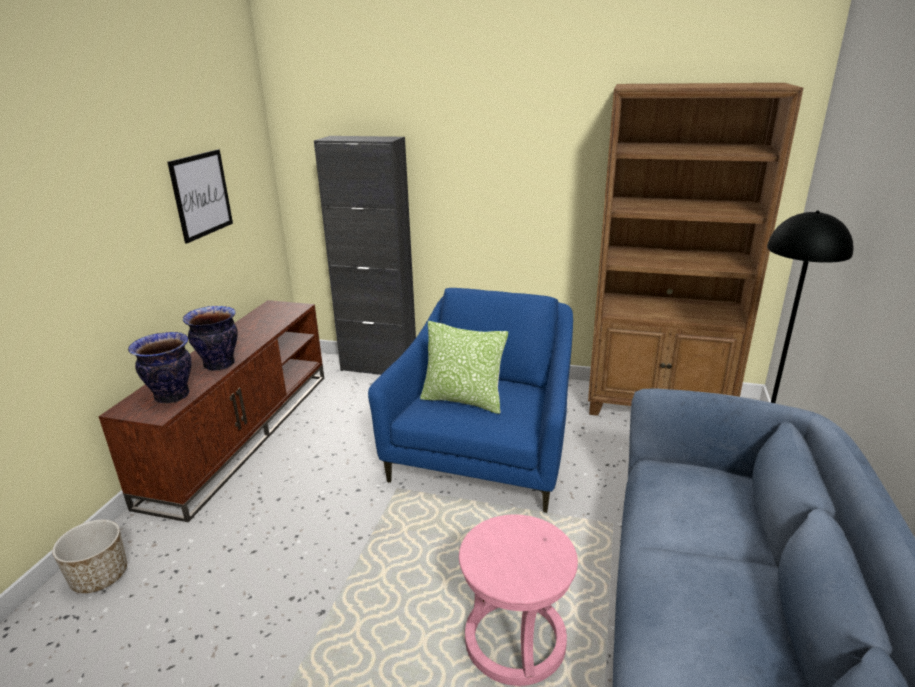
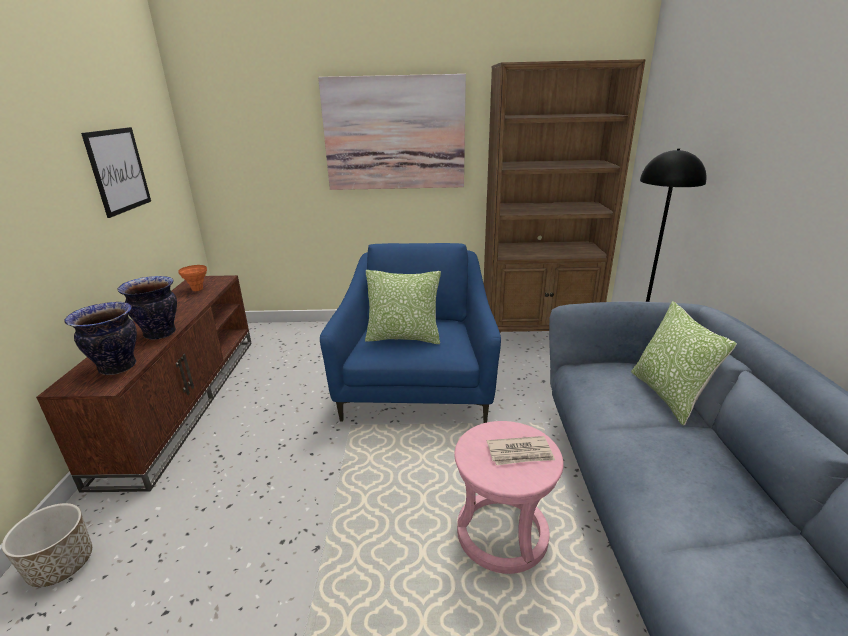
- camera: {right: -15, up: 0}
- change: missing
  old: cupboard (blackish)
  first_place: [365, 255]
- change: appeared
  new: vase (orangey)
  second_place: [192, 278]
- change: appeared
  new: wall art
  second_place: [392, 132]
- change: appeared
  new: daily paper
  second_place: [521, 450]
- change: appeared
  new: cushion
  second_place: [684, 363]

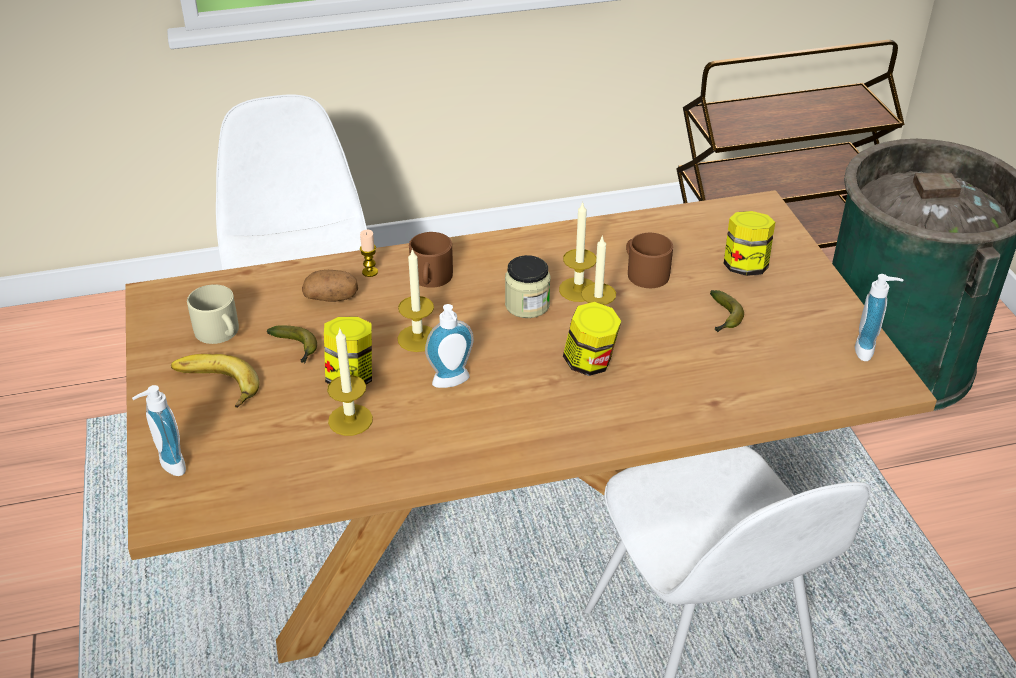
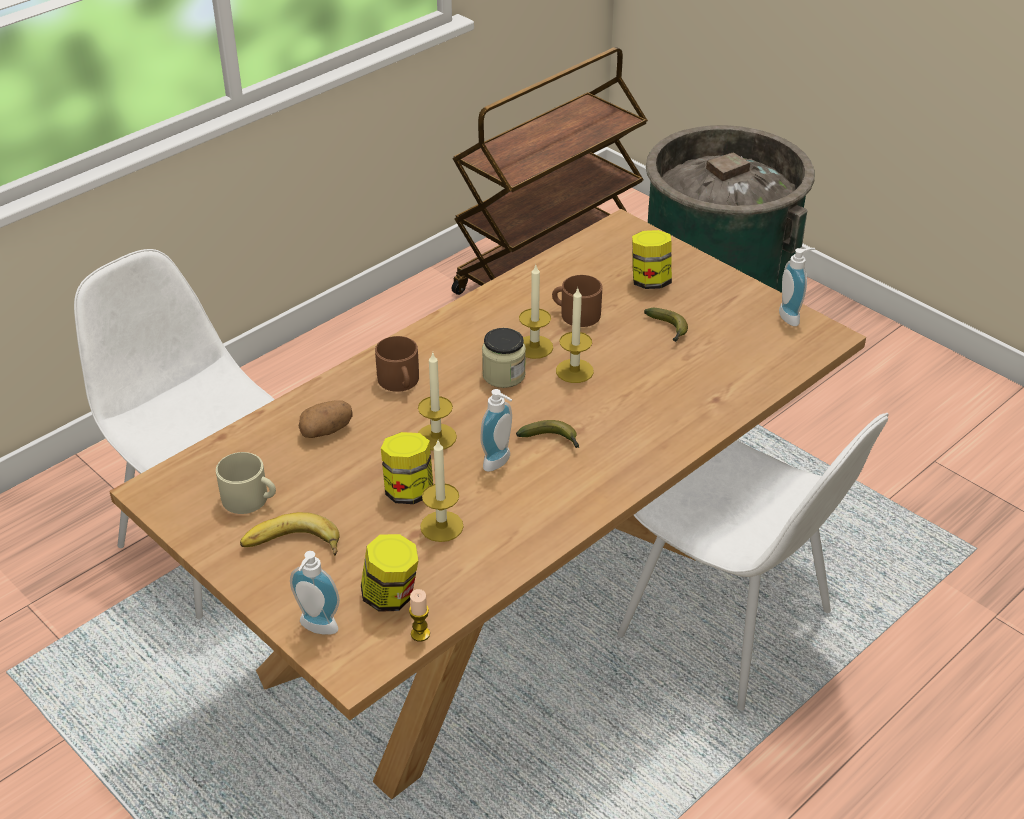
- camera: {right: -30, up: 0}
- change: relocated
  old: banana fruit
  first_place: [292, 344]
  second_place: [547, 434]
- change: relocated
  old: wax light
  first_place: [369, 253]
  second_place: [419, 615]
- change: relocated
  old: jar
  first_place: [592, 339]
  second_place: [390, 573]

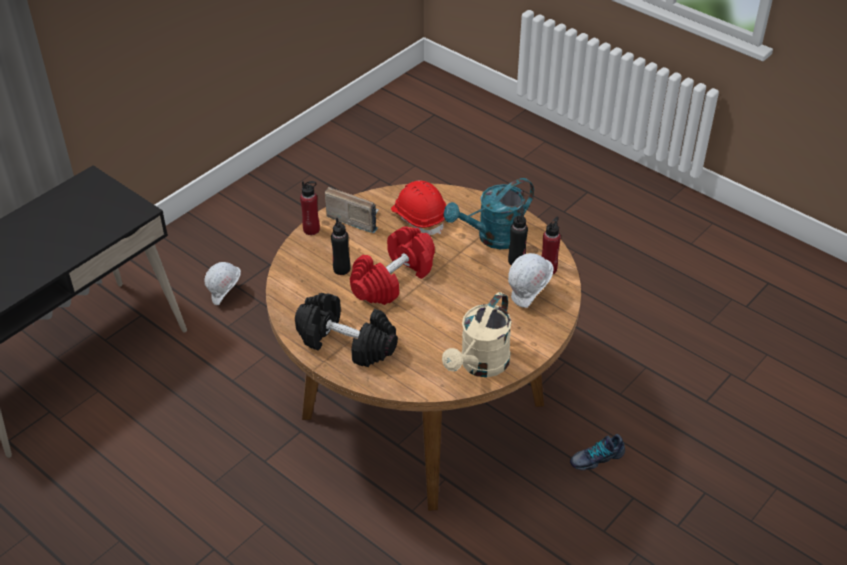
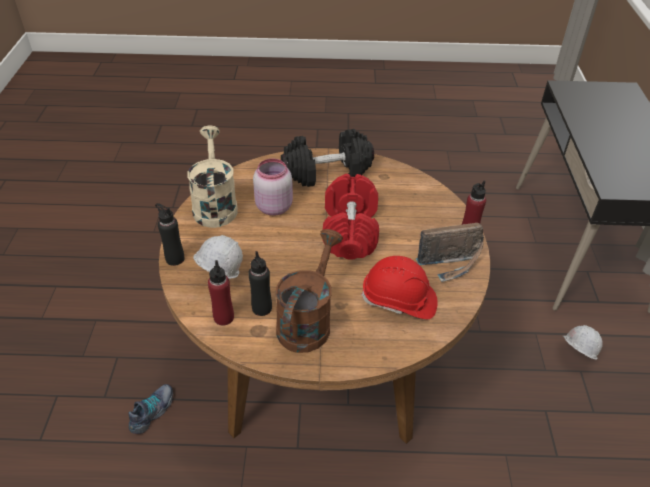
- camera: {right: 140, up: 0}
- change: relocated
  old: bottle (blackish)
  first_place: [340, 246]
  second_place: [169, 234]
- change: colour
  old: sprinkling can (blue-green)
  new: sprinkling can (brown)
  first_place: [489, 213]
  second_place: [309, 291]
- change: appeared
  new: jar (pinkish)
  second_place: [273, 187]

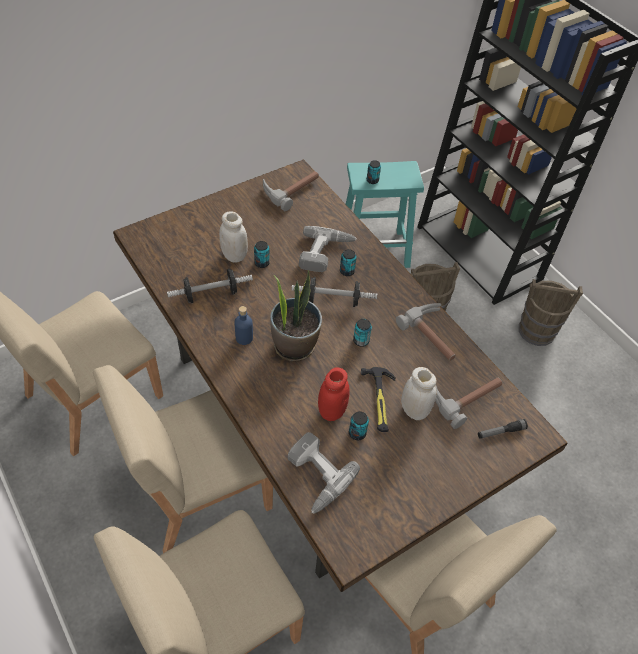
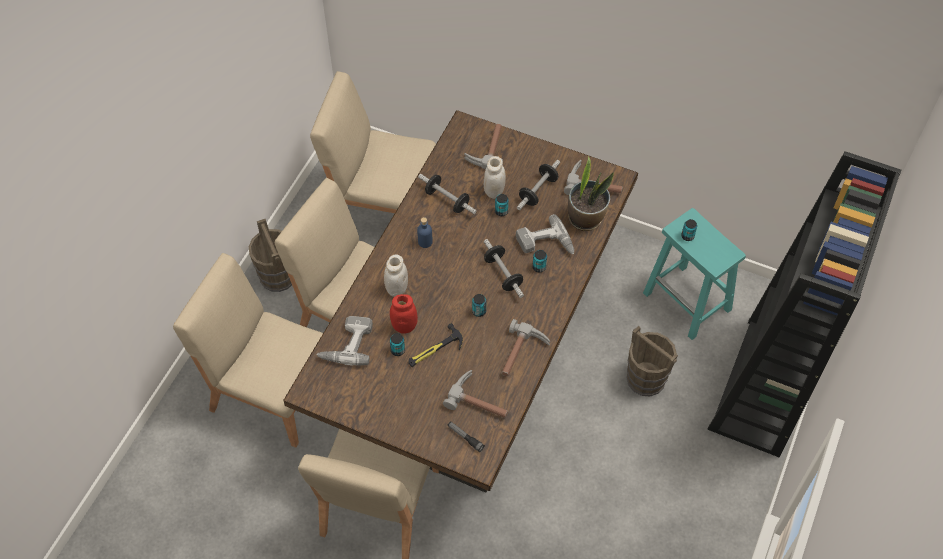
- camera: {right: 60, up: 5}
- change: relocated
  old: houseplant
  first_place: [296, 316]
  second_place: [591, 193]
- change: relocated
  old: jar (white-coloured)
  first_place: [419, 393]
  second_place: [396, 276]
- change: relocated
  old: bucket (brown)
  first_place: [551, 312]
  second_place: [270, 255]
- change: appeared
  new: hammer
  second_place: [483, 146]
- change: appeared
  new: hand weight
  second_place: [538, 185]

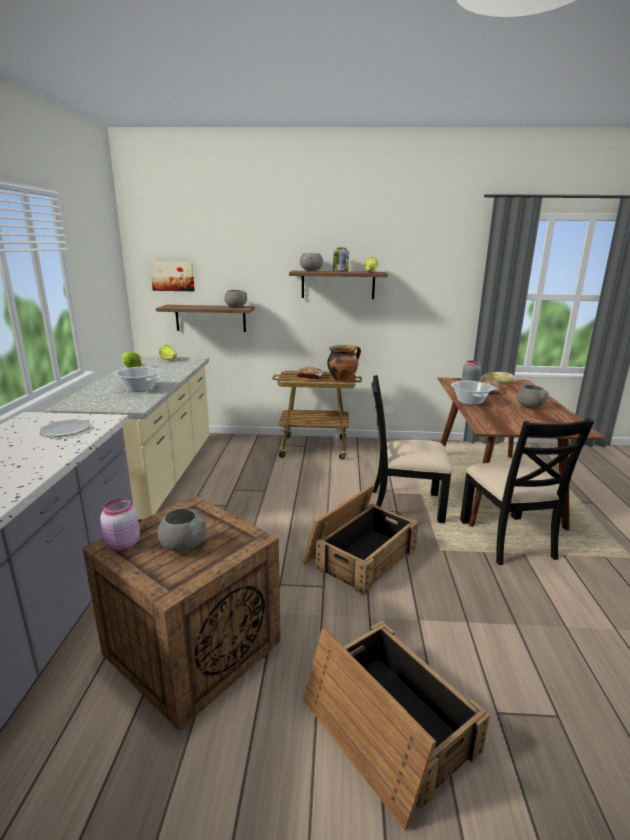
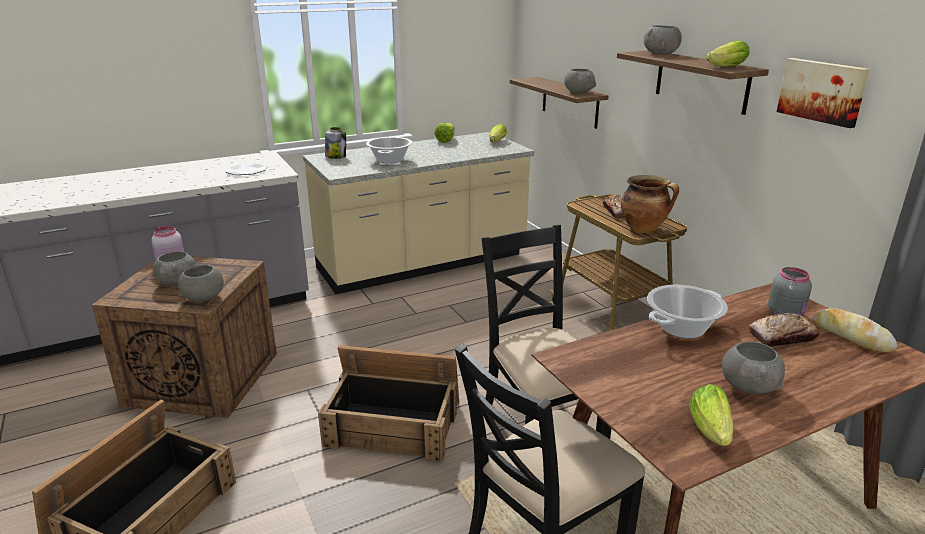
- camera: {right: 60, up: 5}
- change: relocated
  old: wall art
  first_place: [172, 276]
  second_place: [823, 93]
- change: relocated
  old: jar
  first_place: [341, 259]
  second_place: [335, 143]
- change: appeared
  new: deep dish (grey)
  second_place: [201, 283]
- change: appeared
  new: lettuce
  second_place: [711, 415]

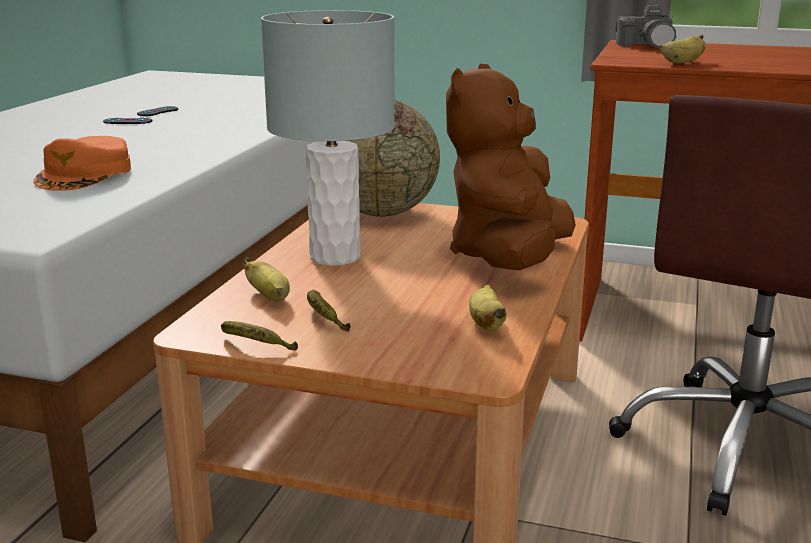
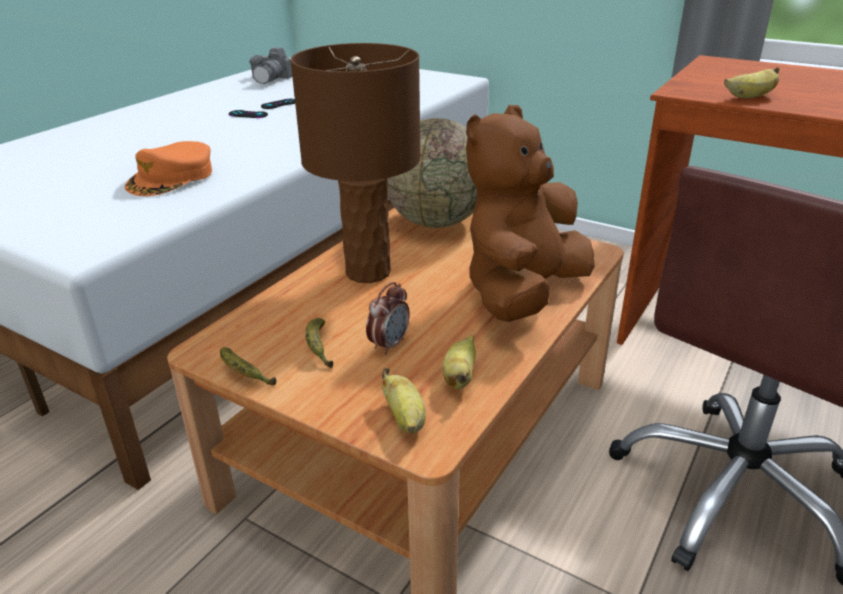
- camera: {right: 15, up: 10}
- change: relocated
  old: banana fruit
  first_place: [266, 279]
  second_place: [404, 401]
- change: colour
  old: lamp for a table (grey)
  new: lamp for a table (brown)
  first_place: [328, 138]
  second_place: [355, 163]
- change: relocated
  old: photo camera
  first_place: [645, 26]
  second_place: [271, 65]
- change: appeared
  new: alarm clock
  second_place: [388, 318]

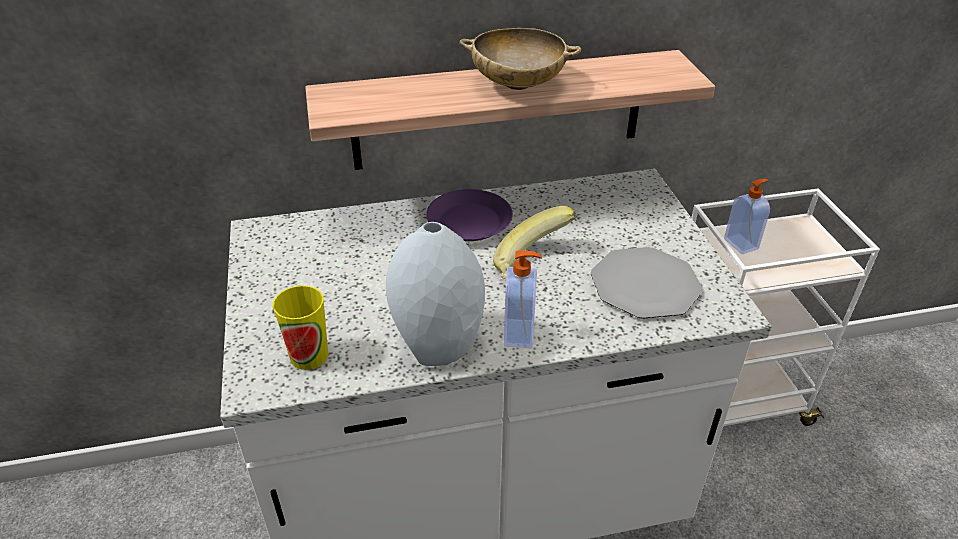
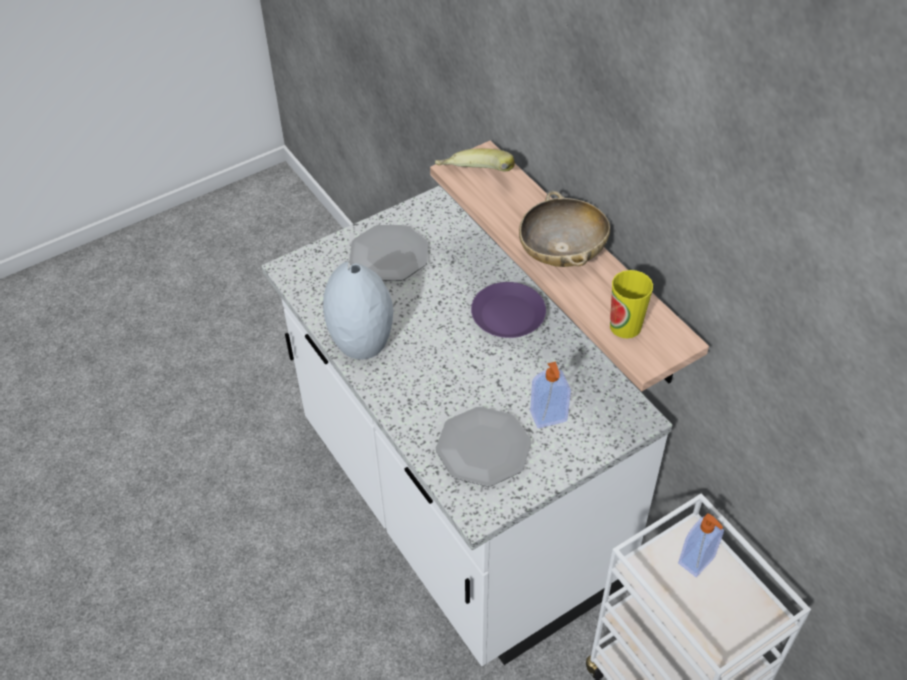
- camera: {right: 70, up: 10}
- change: relocated
  old: cup
  first_place: [300, 327]
  second_place: [631, 304]
- change: relocated
  old: banana fruit
  first_place: [534, 242]
  second_place: [475, 159]
- change: relocated
  old: soap bottle
  first_place: [523, 299]
  second_place: [550, 395]
- change: appeared
  new: flat dish
  second_place: [389, 253]

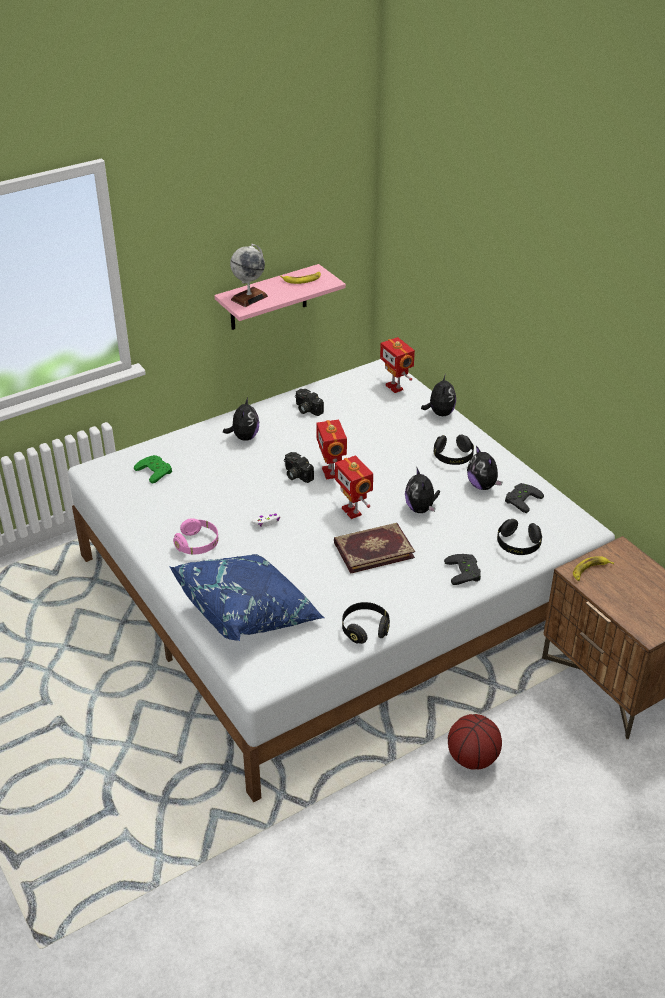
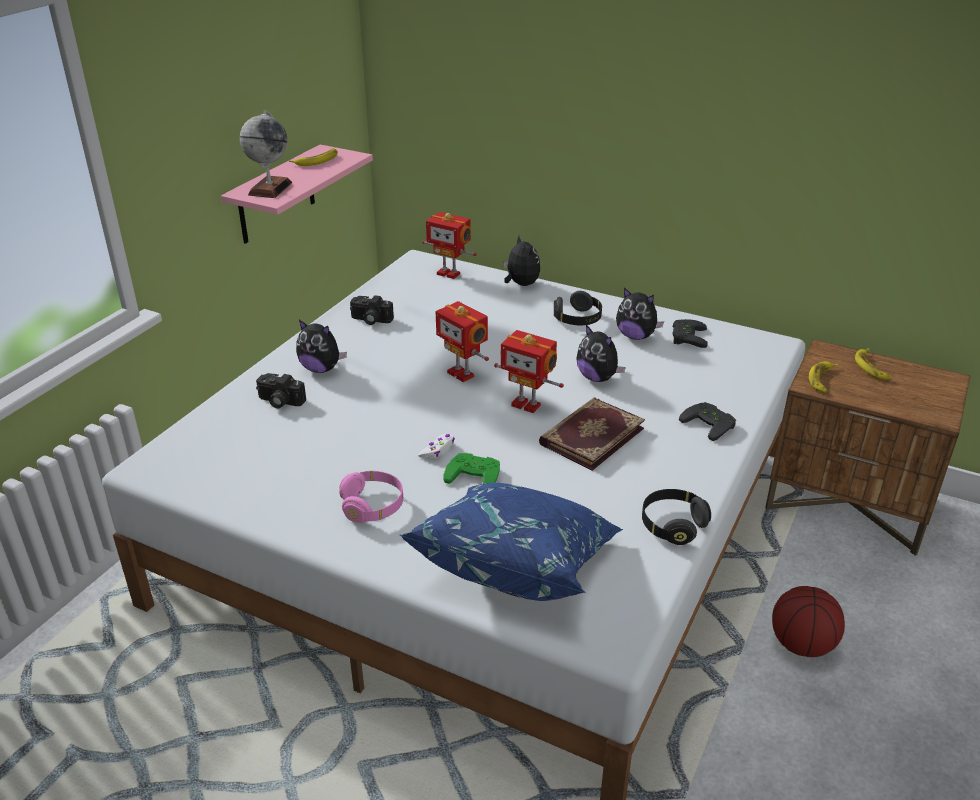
- camera: {right: -30, up: -5}
- change: relocated
  old: game controller (greenish)
  first_place: [153, 469]
  second_place: [472, 468]
- change: spun
  old: soft toy
  first_place: [241, 419]
  second_place: [321, 346]
  degrees: 135
- change: relocated
  old: photo camera
  first_place: [299, 467]
  second_place: [281, 391]
- change: missing
  old: headphones (blackish)
  first_place: [519, 537]
- change: appeared
  new: banana fruit
  second_place: [873, 364]

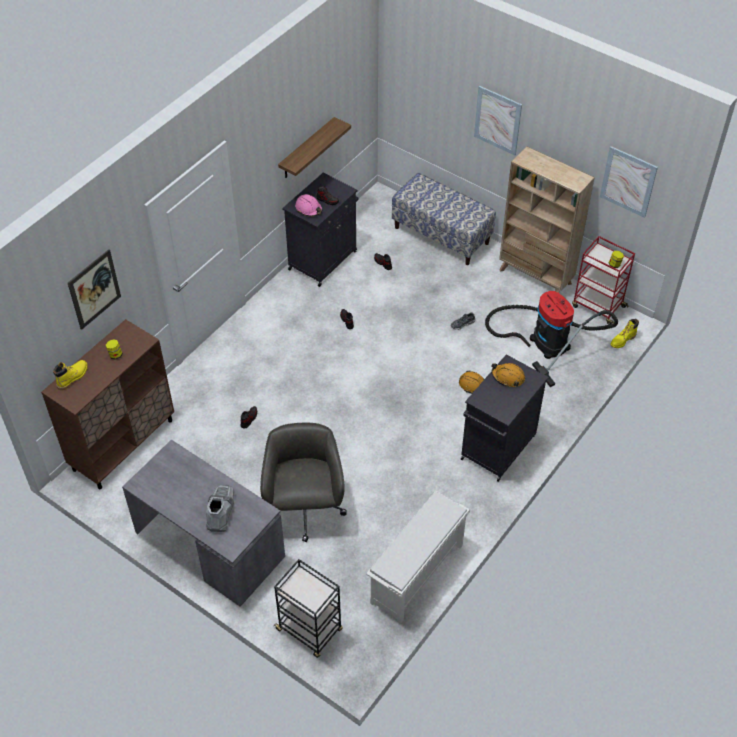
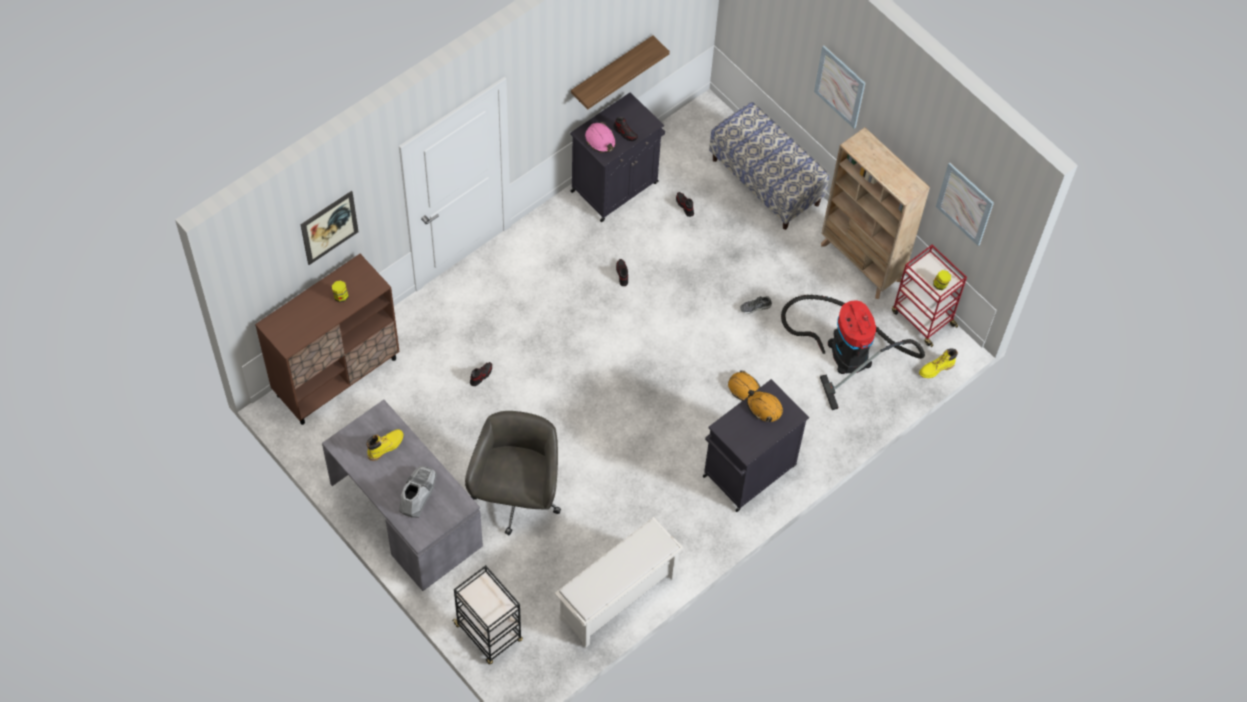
- camera: {right: 10, up: 10}
- change: relocated
  old: boot (yellow-coloured)
  first_place: [70, 375]
  second_place: [385, 445]

